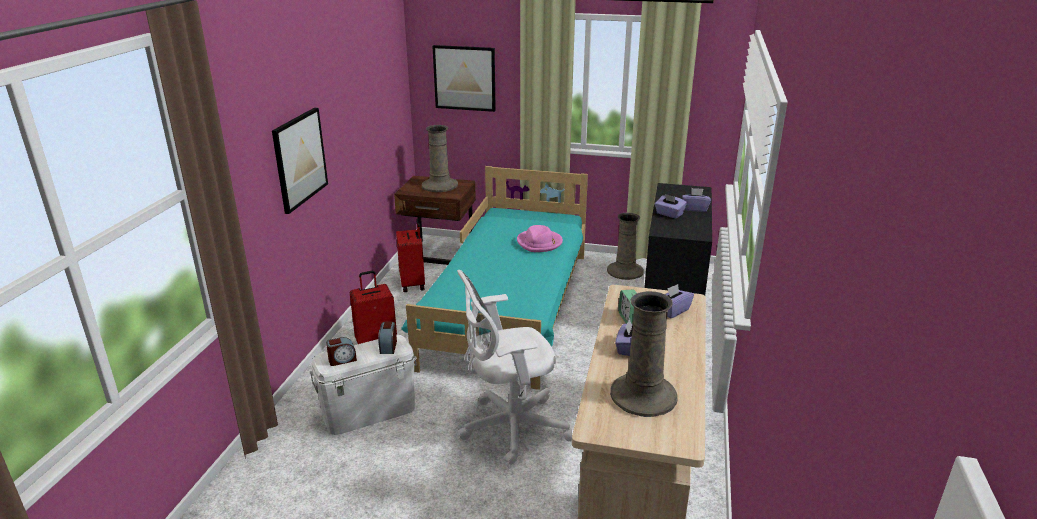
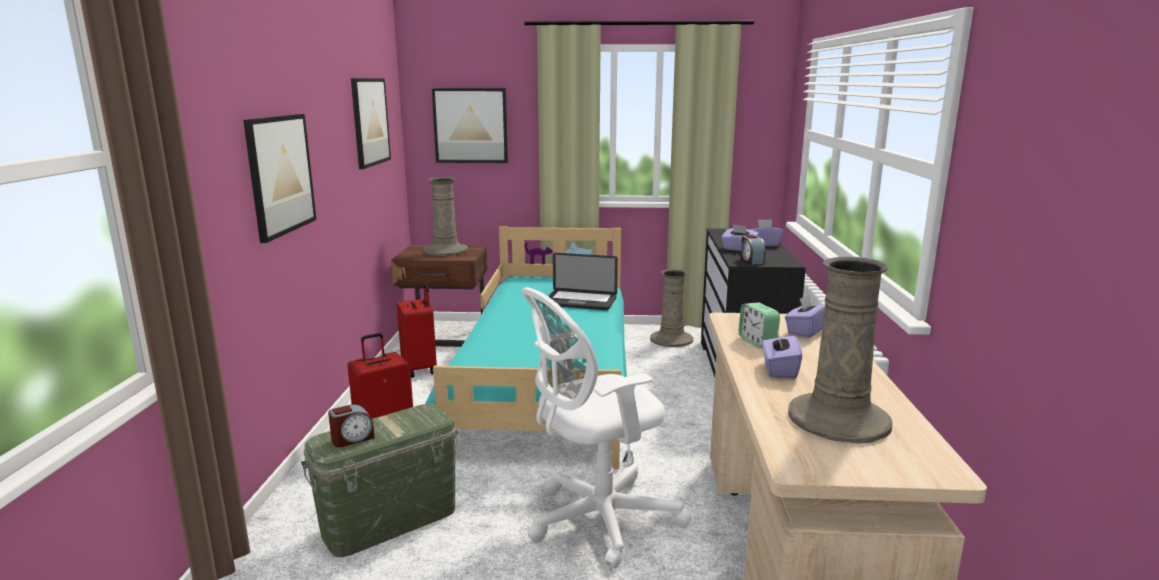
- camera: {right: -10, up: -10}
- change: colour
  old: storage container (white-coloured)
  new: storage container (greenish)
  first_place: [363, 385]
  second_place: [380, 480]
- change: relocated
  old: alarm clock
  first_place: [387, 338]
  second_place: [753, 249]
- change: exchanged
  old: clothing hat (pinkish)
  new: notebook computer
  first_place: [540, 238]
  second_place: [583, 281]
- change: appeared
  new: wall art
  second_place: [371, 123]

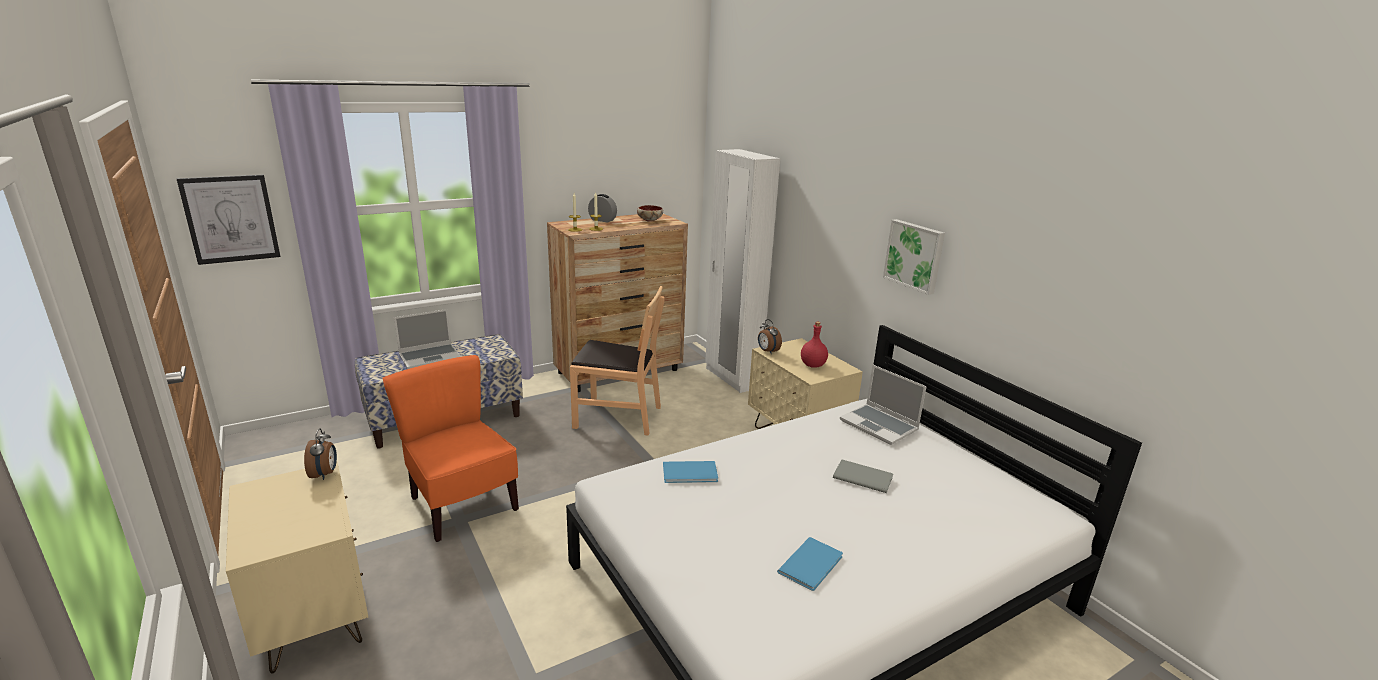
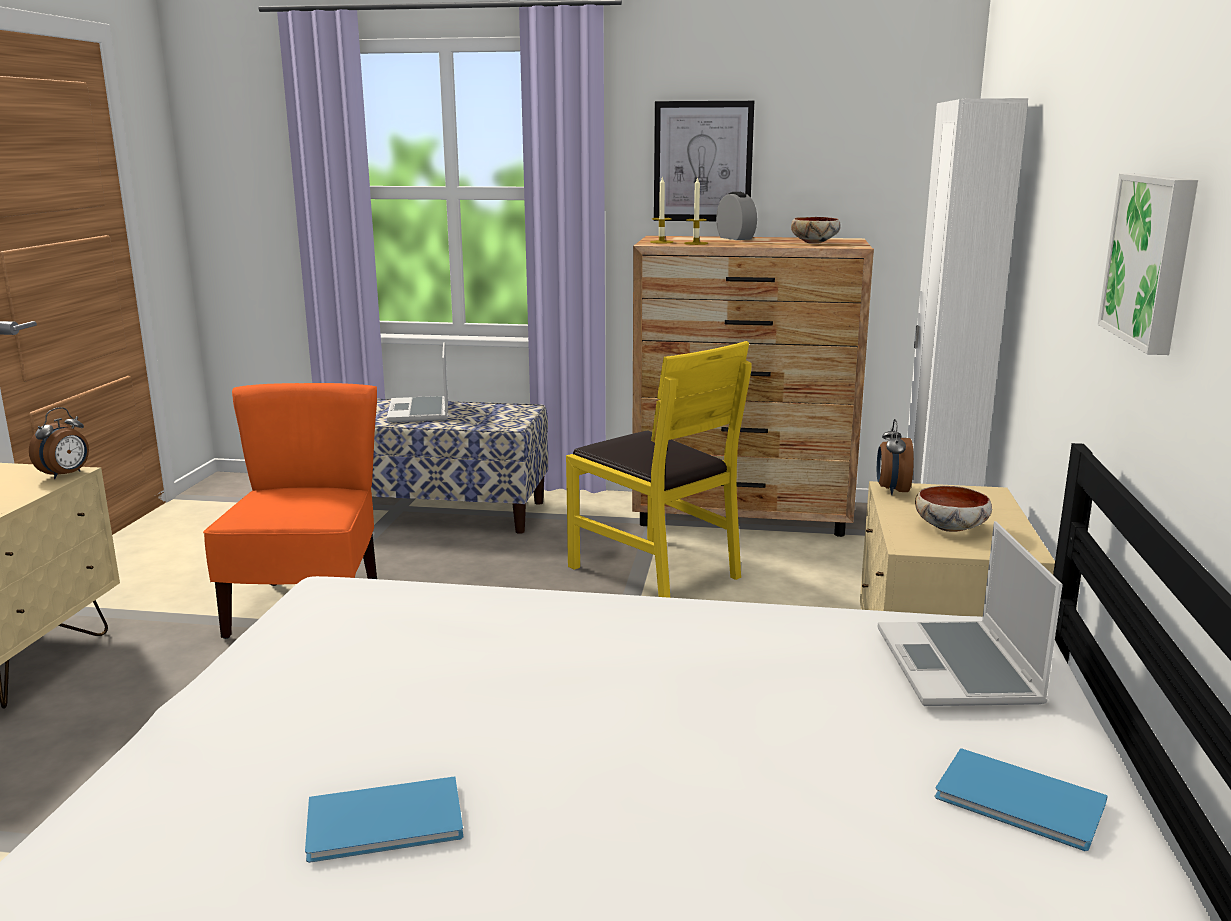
- camera: {right: 40, up: -5}
- change: relocated
  old: wall art
  first_place: [228, 219]
  second_place: [704, 161]
- change: spun
  old: notebook computer
  first_place: [427, 339]
  second_place: [417, 382]
  degrees: 75
- change: colour
  old: upright chair (brown)
  new: upright chair (yellow-coloured)
  first_place: [617, 361]
  second_place: [658, 469]
- change: relocated
  old: volume (blue)
  first_place: [690, 472]
  second_place: [1021, 799]
- change: exchanged
  old: bottle (red)
  new: deep dish
  first_place: [814, 345]
  second_place: [953, 509]
- change: missing
  old: volume (grey)
  first_place: [863, 476]

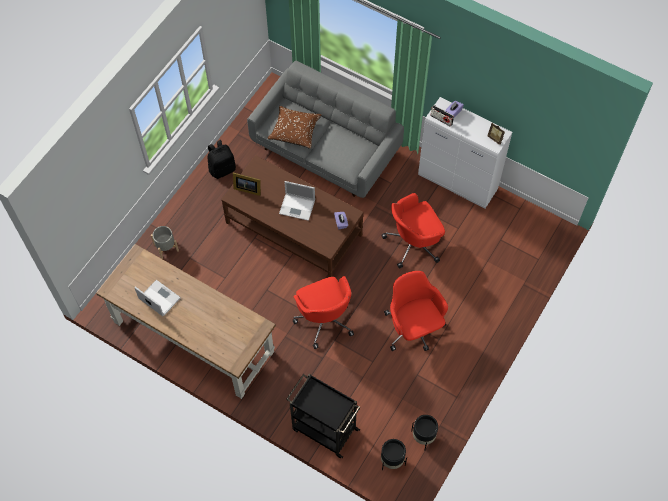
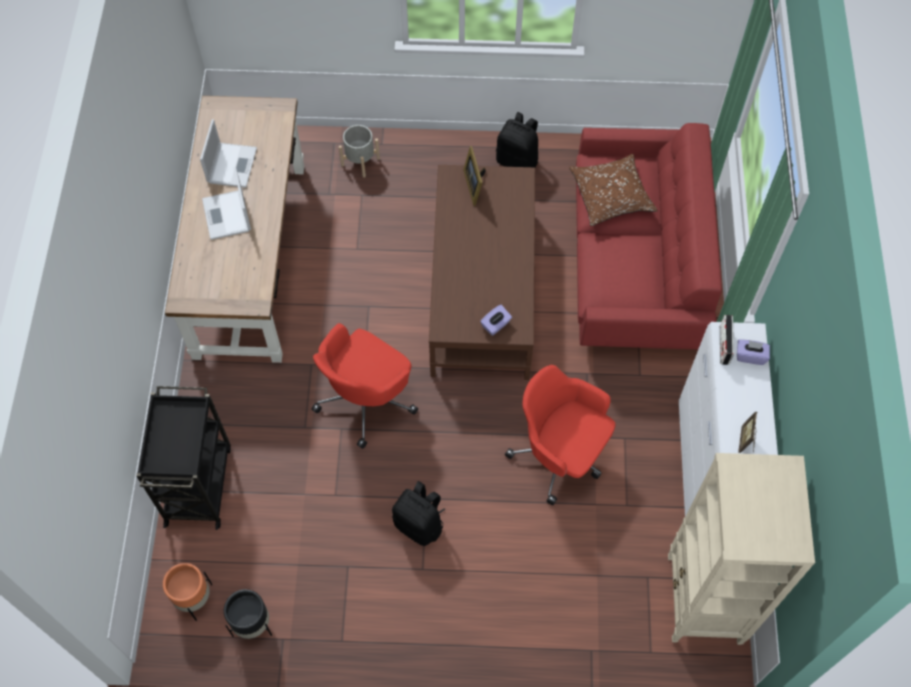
- camera: {right: 60, up: 0}
- change: colour
  old: settee (grey)
  new: settee (red)
  first_place: [325, 129]
  second_place: [649, 236]
- change: relocated
  old: notebook computer
  first_place: [297, 201]
  second_place: [226, 203]
- change: colour
  old: flower pot (blackish)
  new: flower pot (orangey)
  first_place: [394, 455]
  second_place: [188, 592]
- change: exchanged
  old: office chair (red)
  new: backpack (blackish)
  first_place: [416, 311]
  second_place: [418, 513]
- change: appeared
  new: bookshelf (beige)
  second_place: [741, 549]

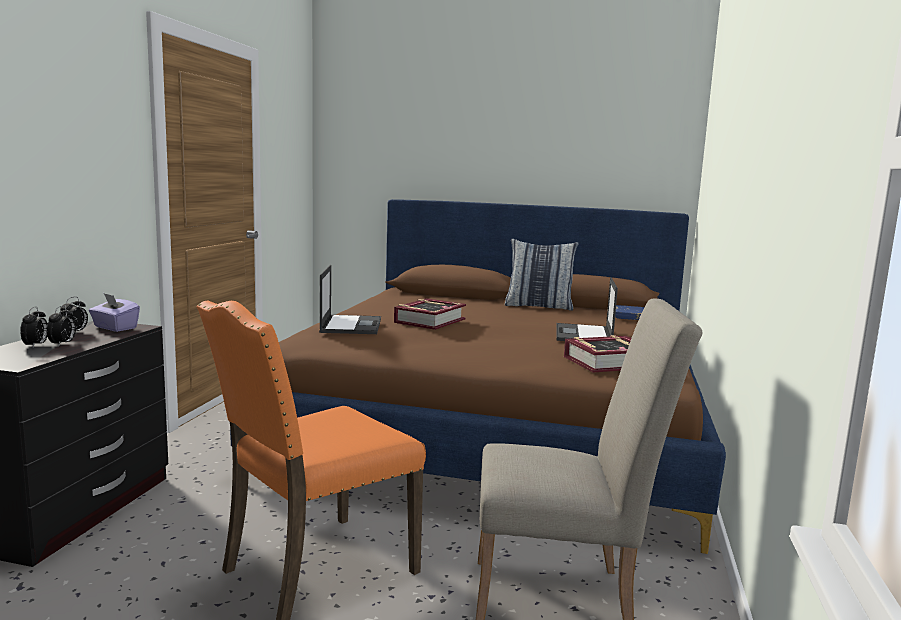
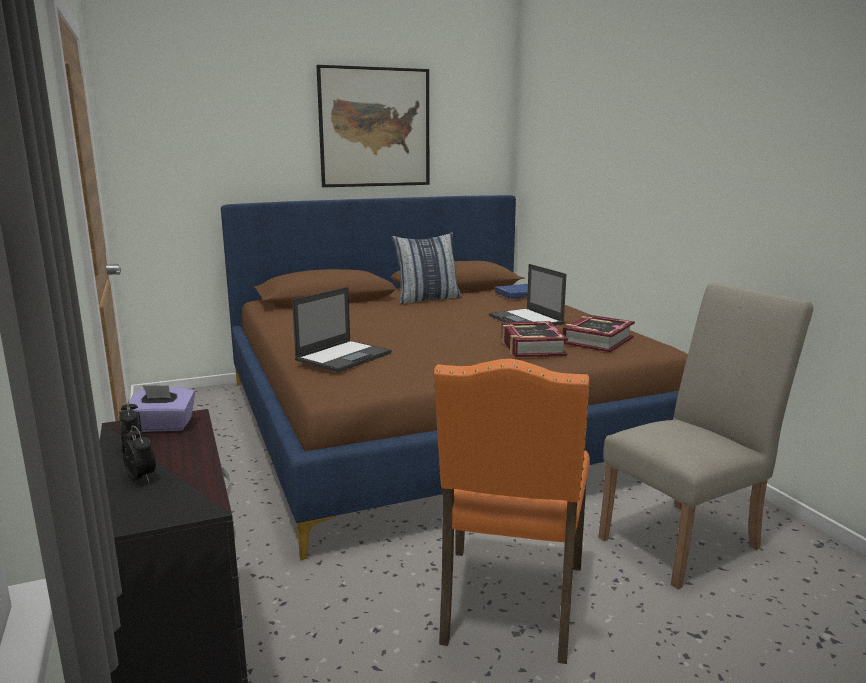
- camera: {right: -35, up: 5}
- change: missing
  old: alarm clock
  first_place: [61, 326]
- change: spun
  old: notebook computer
  first_place: [350, 299]
  second_place: [341, 329]
  degrees: 75
- change: relocated
  old: volume
  first_place: [430, 314]
  second_place: [534, 339]
- change: appeared
  new: wall art
  second_place: [372, 126]

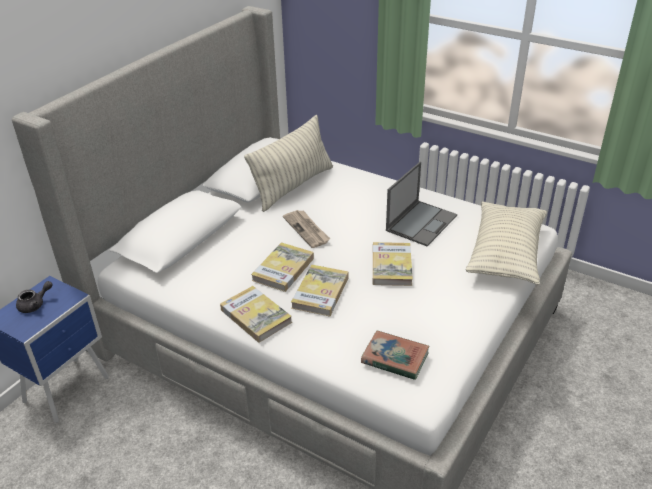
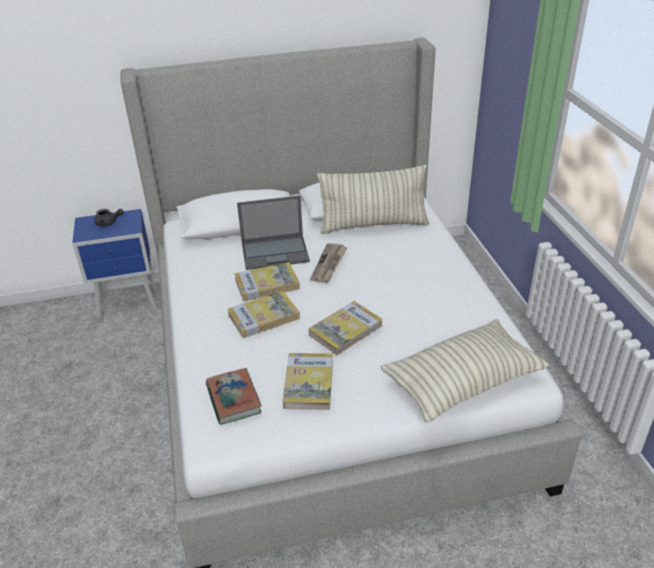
- camera: {right: 45, up: 0}
- change: relocated
  old: volume
  first_place: [256, 314]
  second_place: [308, 381]
- change: relocated
  old: notebook computer
  first_place: [421, 204]
  second_place: [273, 233]

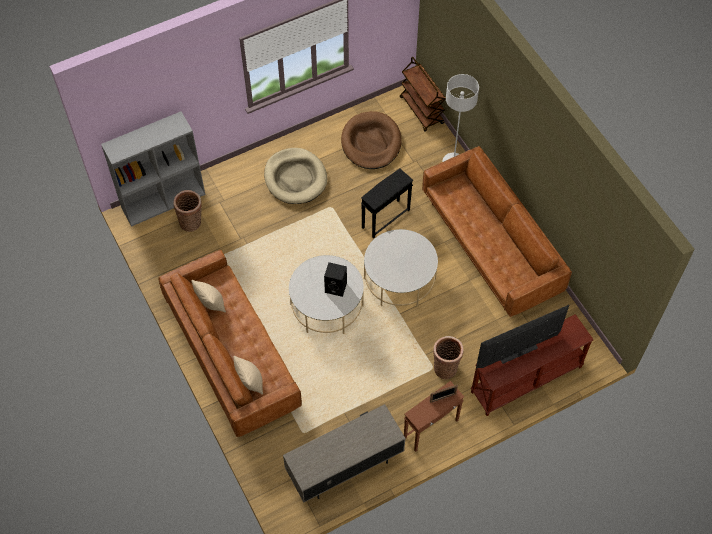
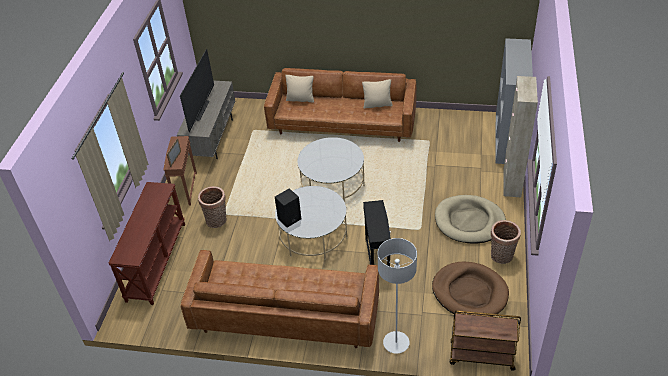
- camera: {right: 130, up: -15}
- change: relocated
  old: household basket
  first_place: [188, 211]
  second_place: [506, 242]
- change: relocated
  old: loudspeaker (blackish)
  first_place: [335, 279]
  second_place: [288, 208]
- change: relocated
  old: television
  first_place: [522, 337]
  second_place: [197, 90]
- change: appeared
  new: cupboard (beige)
  second_place: [520, 136]

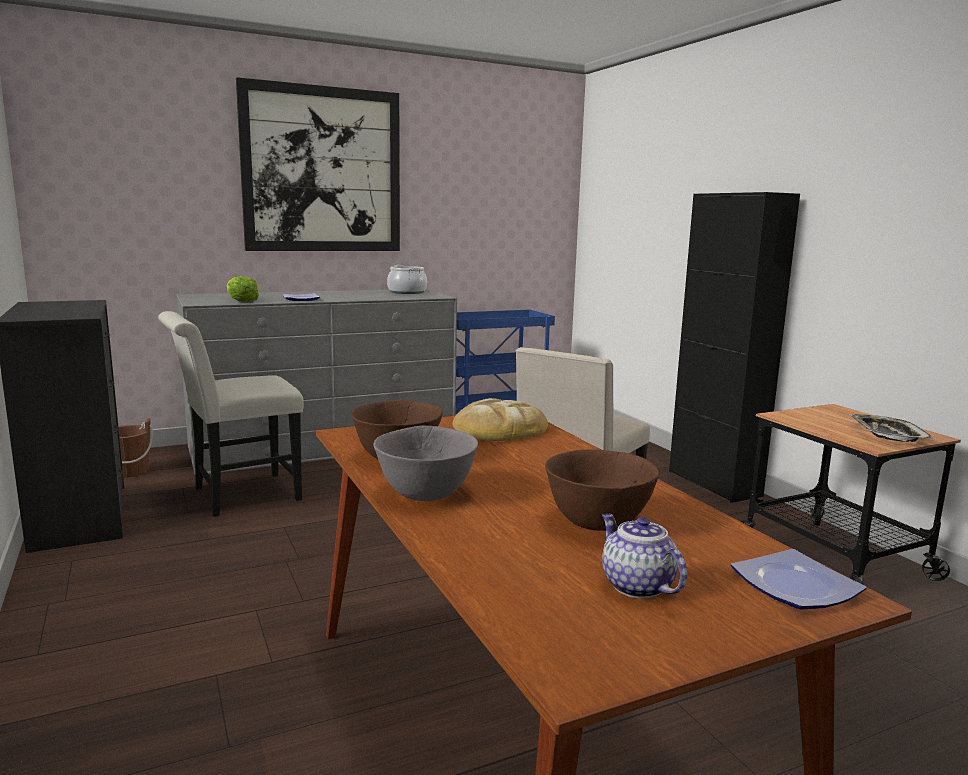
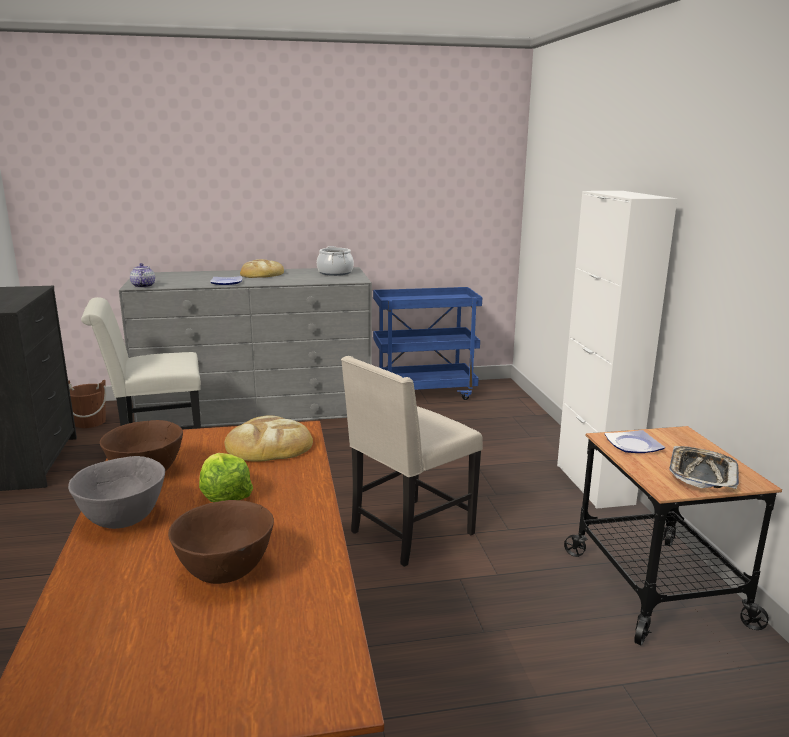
- camera: {right: 15, up: 5}
- change: relocated
  old: lettuce
  first_place: [243, 289]
  second_place: [226, 477]
- change: missing
  old: wall art
  first_place: [318, 164]
- change: relocated
  old: pot for tea
  first_place: [645, 556]
  second_place: [142, 275]
- change: colour
  old: cupboard (blackish)
  new: cupboard (white-coloured)
  first_place: [734, 347]
  second_place: [617, 350]
- change: relocated
  old: flat dish
  first_place: [799, 579]
  second_place: [634, 441]
- change: appeared
  new: bread
  second_place: [262, 268]

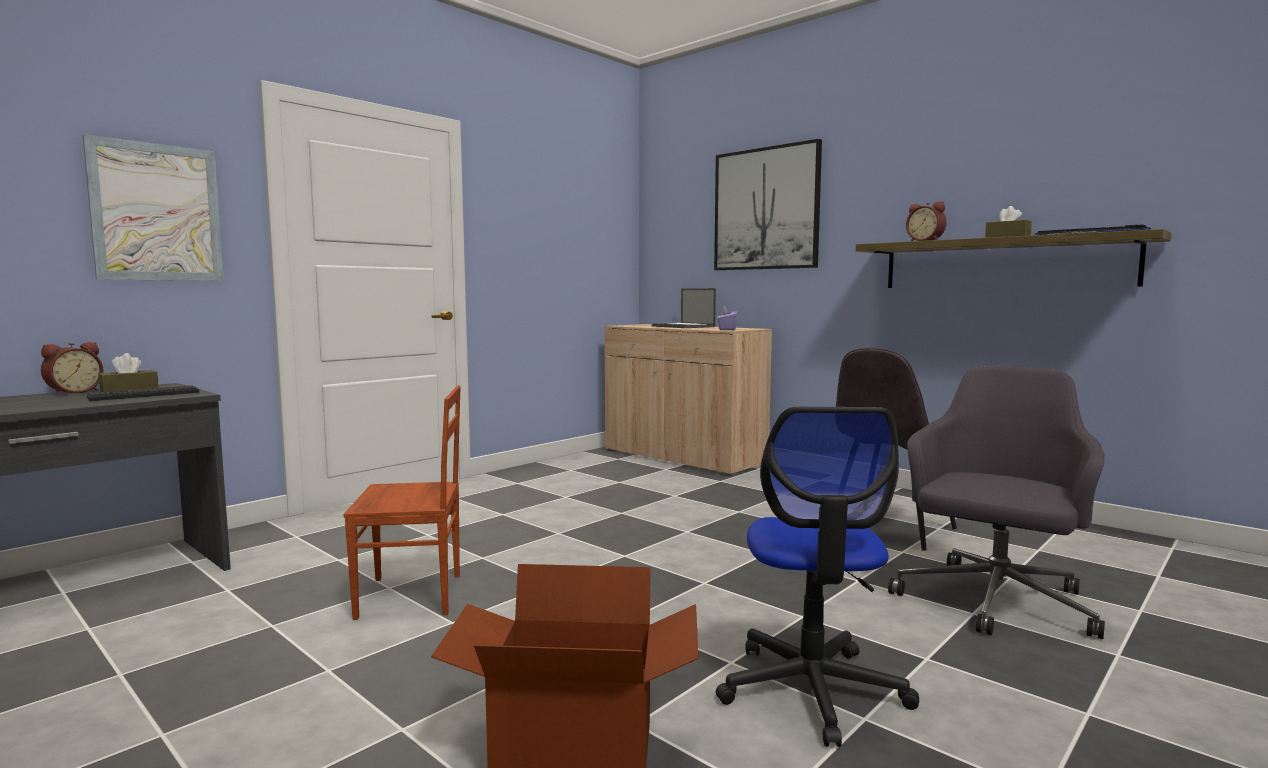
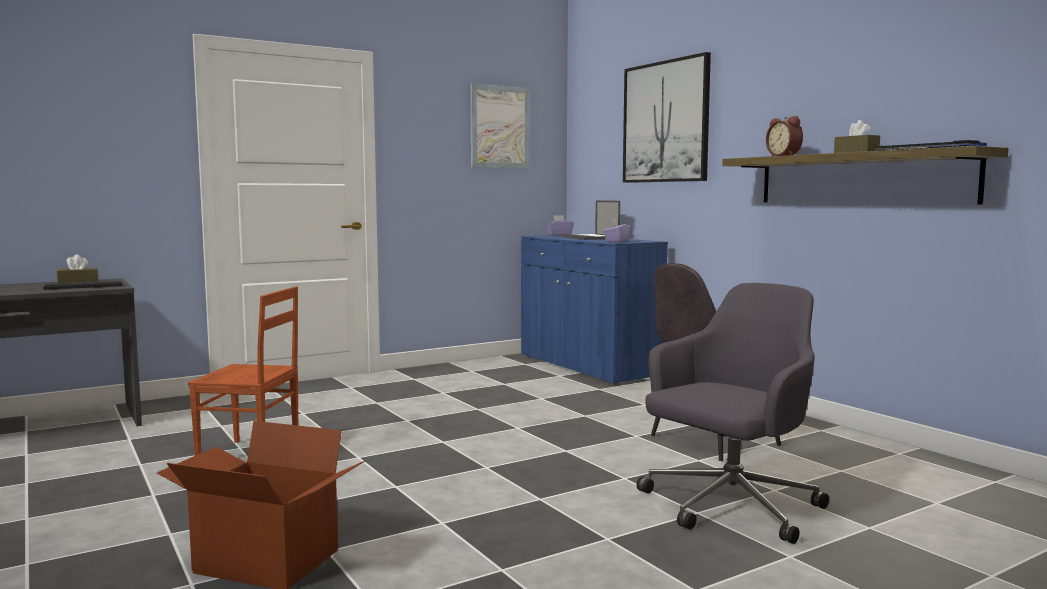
- camera: {right: 15, up: 0}
- change: missing
  old: alarm clock
  first_place: [72, 368]
- change: relocated
  old: wall art
  first_place: [153, 207]
  second_place: [499, 125]
- change: colour
  old: cupboard (beige)
  new: cupboard (blue)
  first_place: [688, 400]
  second_place: [594, 310]
- change: missing
  old: office chair
  first_place: [817, 577]
- change: appeared
  new: tissue box (purple-coloured)
  second_place: [559, 225]

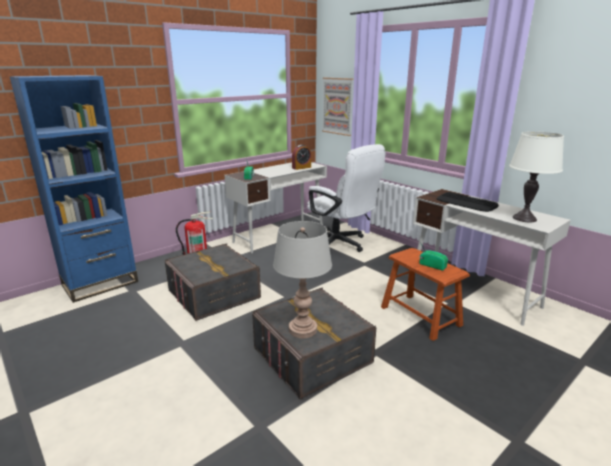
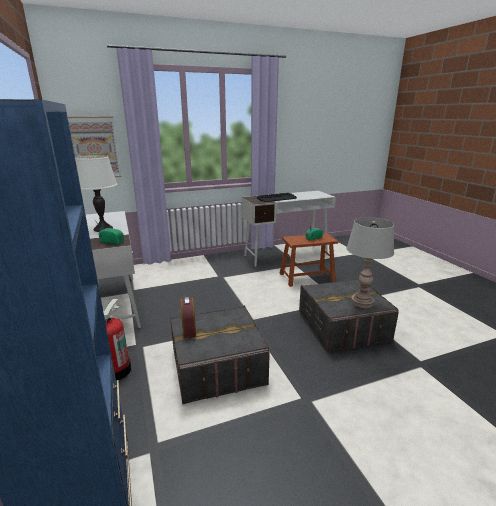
- camera: {right: -70, up: 0}
- change: relocated
  old: alarm clock
  first_place: [301, 157]
  second_place: [188, 317]
- change: missing
  old: office chair (white-coloured)
  first_place: [346, 198]
- change: relocated
  old: lamp for a table (white-coloured)
  first_place: [536, 176]
  second_place: [96, 193]

